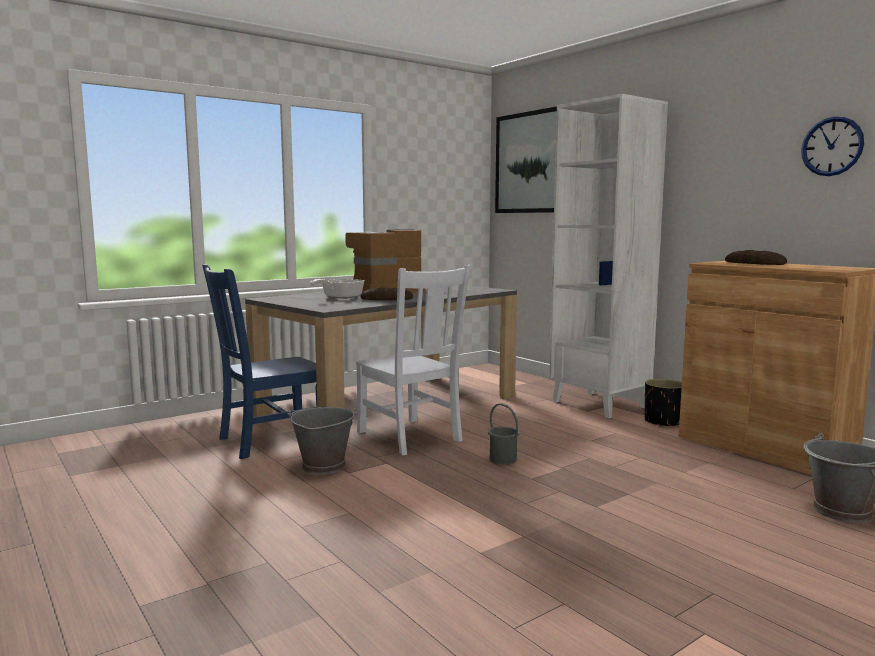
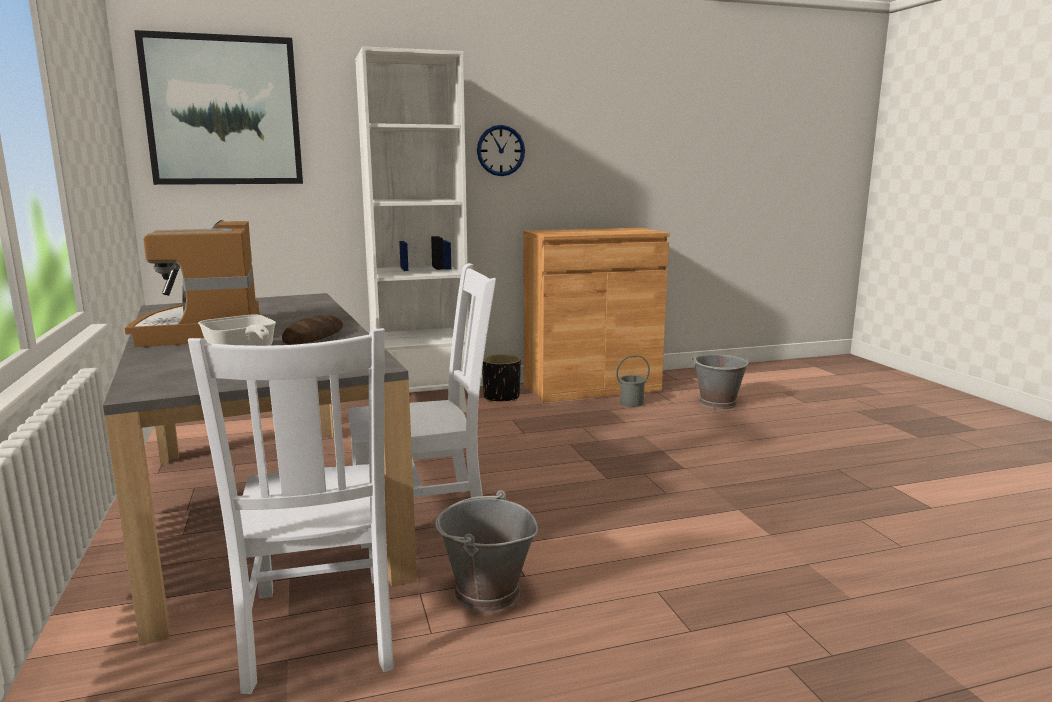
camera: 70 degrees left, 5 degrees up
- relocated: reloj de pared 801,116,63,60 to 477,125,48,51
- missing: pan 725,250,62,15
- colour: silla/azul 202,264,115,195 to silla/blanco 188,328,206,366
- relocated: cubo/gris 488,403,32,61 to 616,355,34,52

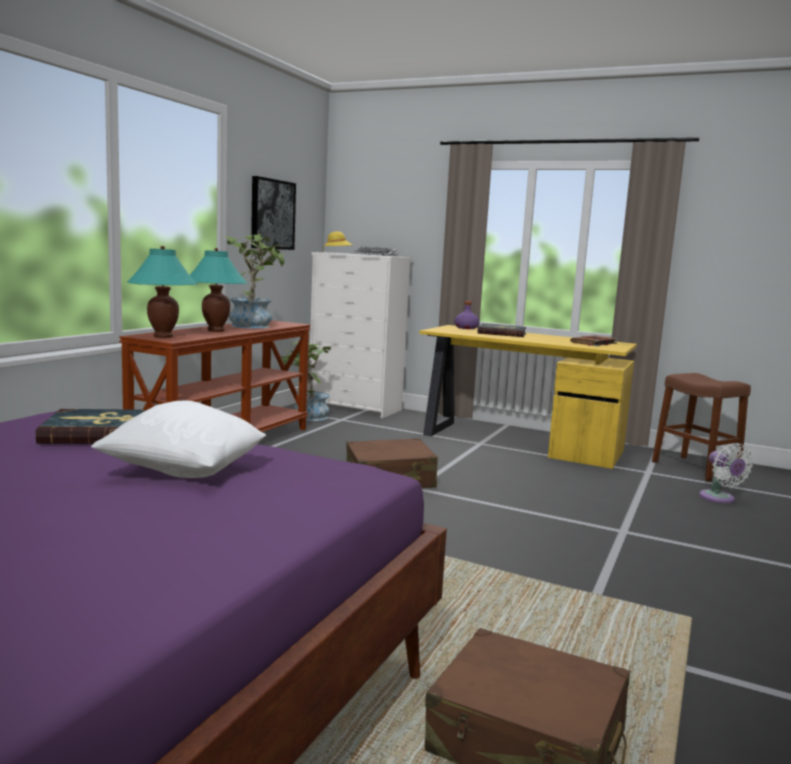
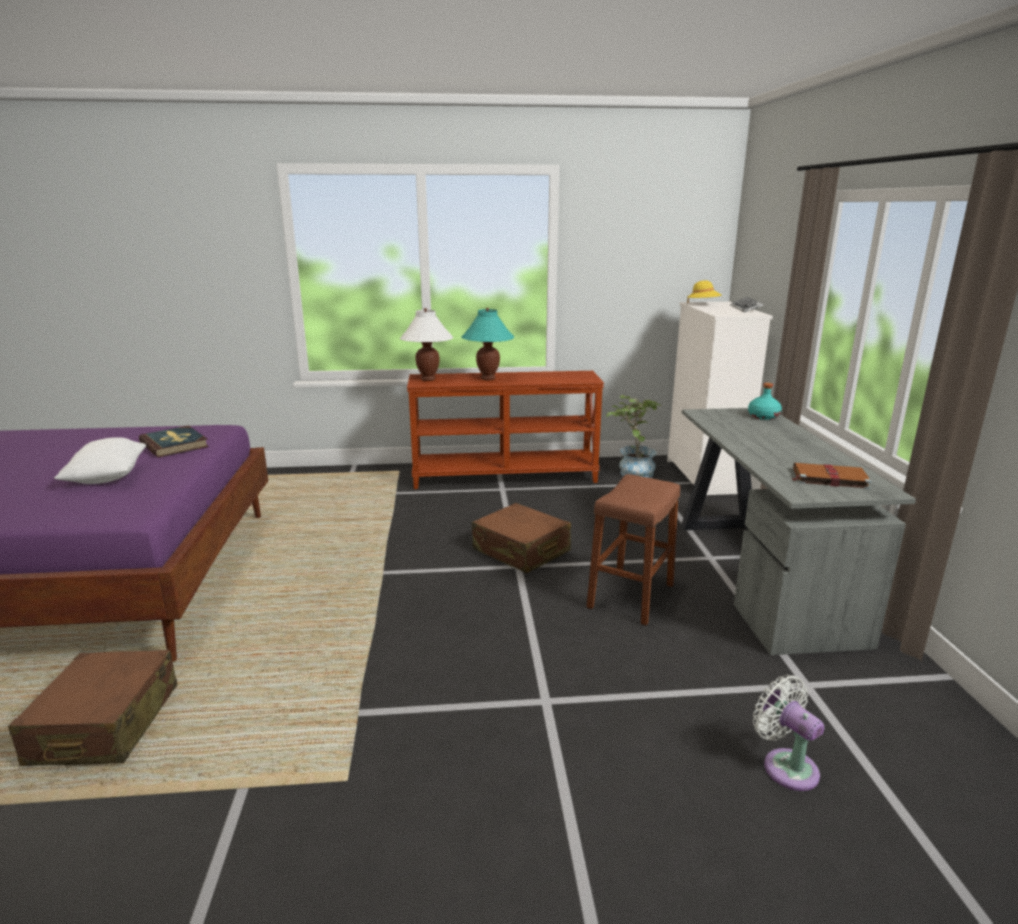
camera: 60 degrees right, 10 degrees up
- missing: cuadro 251,176,45,74
- missing: planta en maceta 224,234,61,95
- colour: lámpara de mesa/turquesa 127,246,71,92 to lámpara de mesa/blanco 400,308,53,73
- colour: botella/morado 454,301,26,28 to botella/turquesa 748,383,34,37
- missing: libro 477,324,50,13
- colour: escritorio/amarillo 419,325,218,144 to escritorio/gris 681,408,235,247
- relocated: taburete/marrón 652,373,99,109 to 586,474,94,152
- spun: ventilador/blanco 699,443,54,60 = 753,675,71,116 105 degrees clockwise

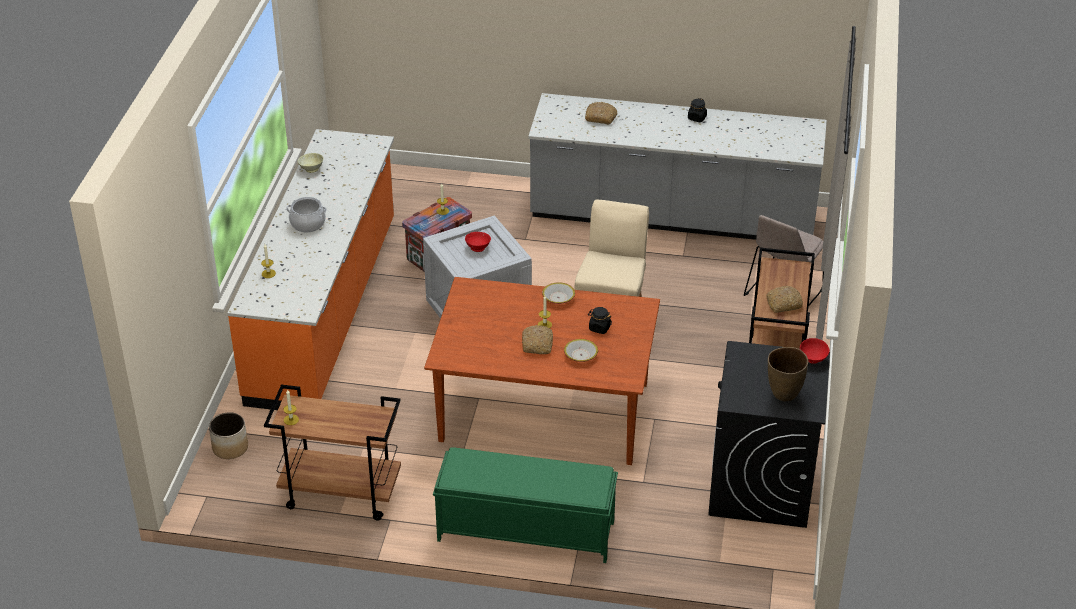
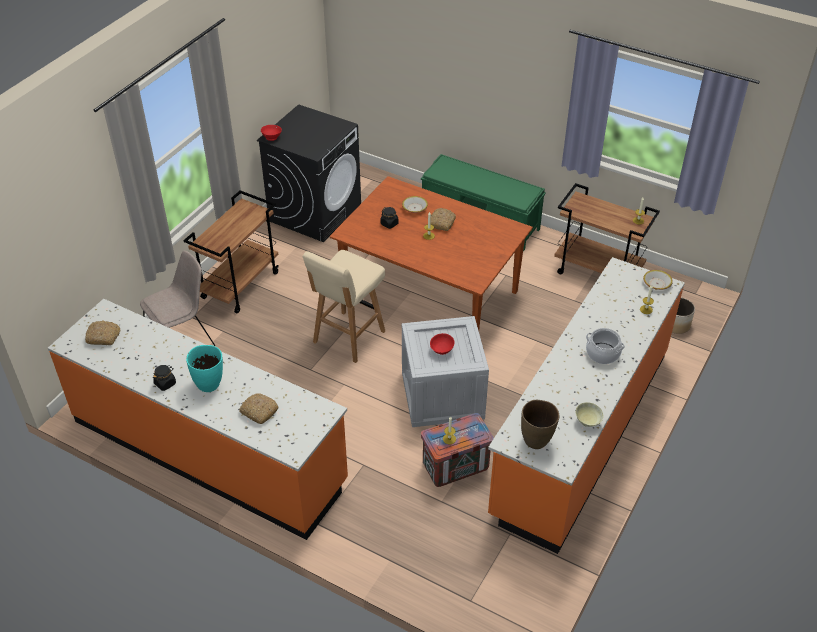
camera: 160 degrees left, 5 degrees up
- colour: mueble bajo de cocina/gris 528,93,299,147 to mueble bajo de cocina/naranja 48,299,300,241
- relocated: cuenco 542,282,33,22 to 643,270,30,20
- relocated: pan 766,286,37,27 to 85,321,35,24
- relocated: florero/marrón 768,347,40,54 to 521,400,38,49
- appeared: florero/turquesa 186,345,37,47

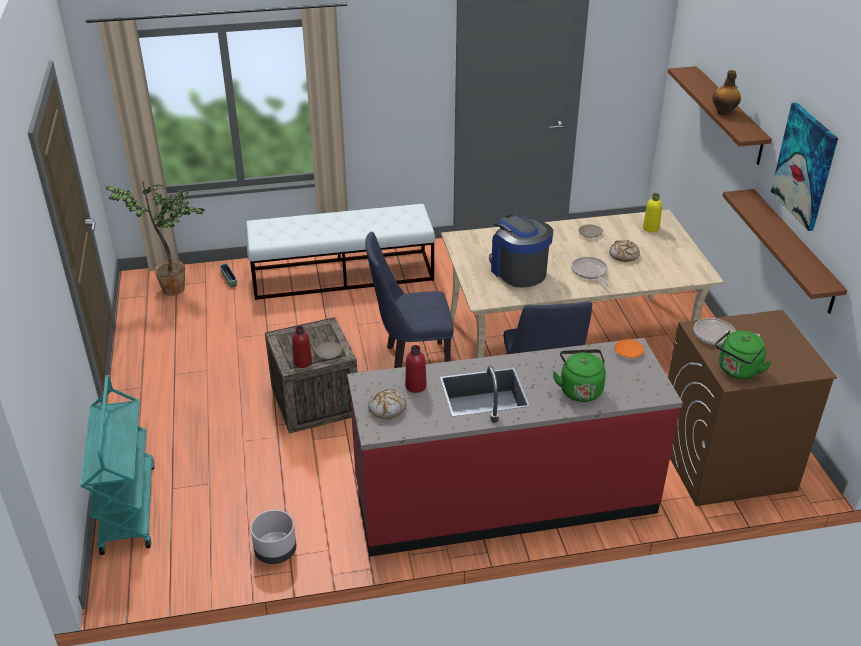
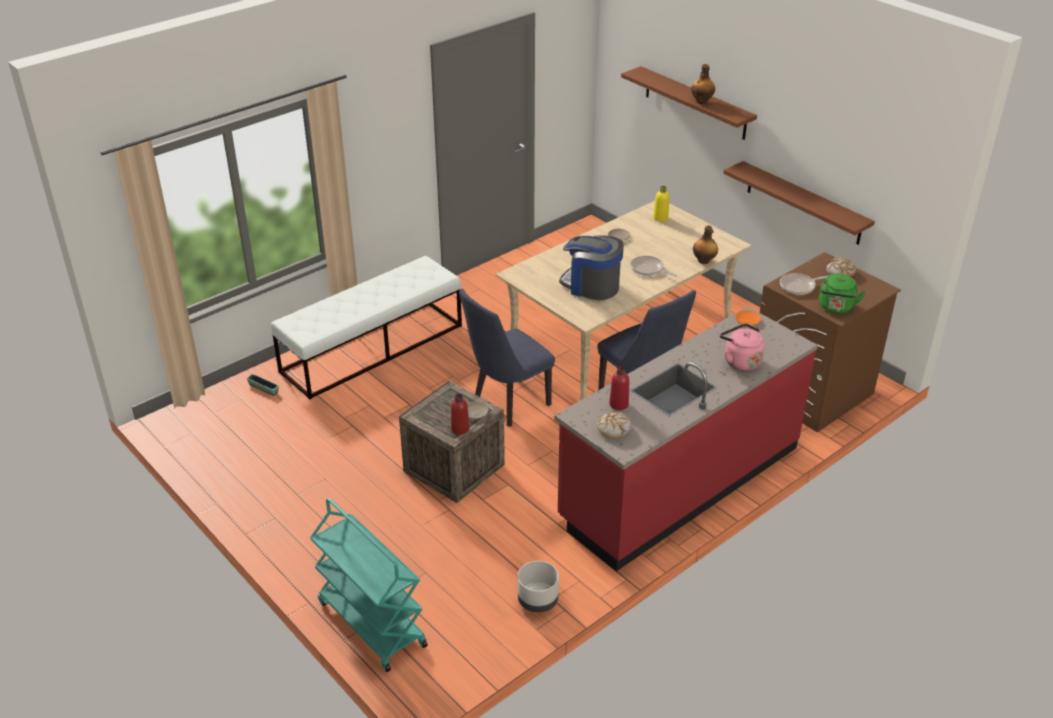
camera: 30 degrees left, 0 degrees up
- missing: cuadro 771,103,67,128
- missing: planta en maceta 106,181,99,115
- relocated: pan 609,240,31,22 to 826,257,30,20
- colour: hervidor/verde 553,349,53,53 to hervidor/rosa 720,323,45,48
- appeared: botella 693,225,25,39

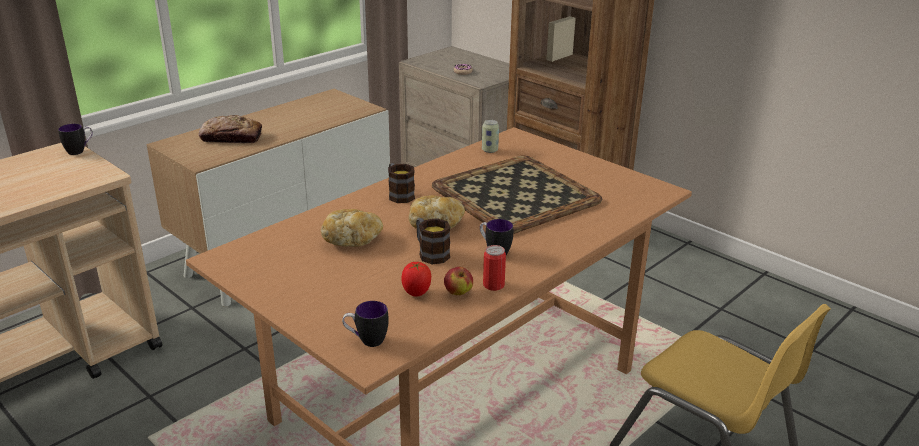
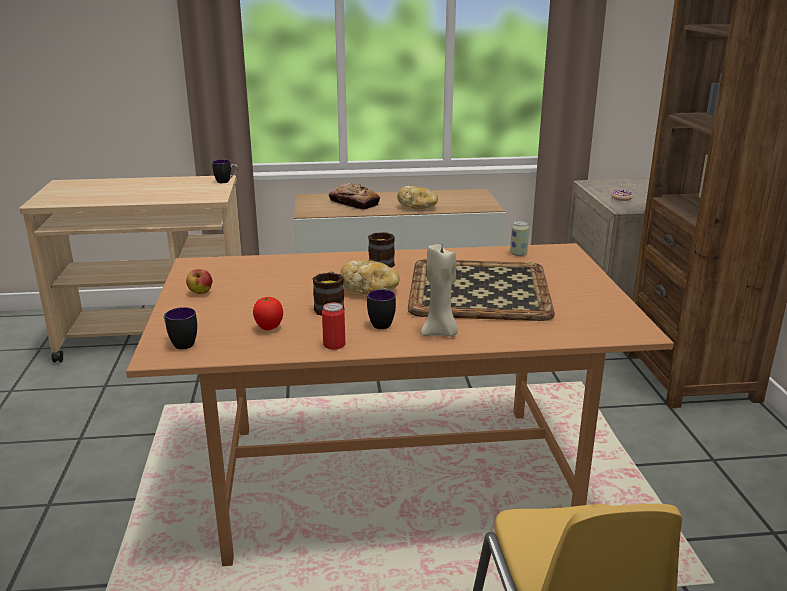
camera: 40 degrees right, 5 degrees down
- relocated: pan 321,209,62,38 to 397,186,41,23
- relocated: manzana 444,267,29,28 to 186,269,26,25
- appeared: vela/beis 421,244,37,93

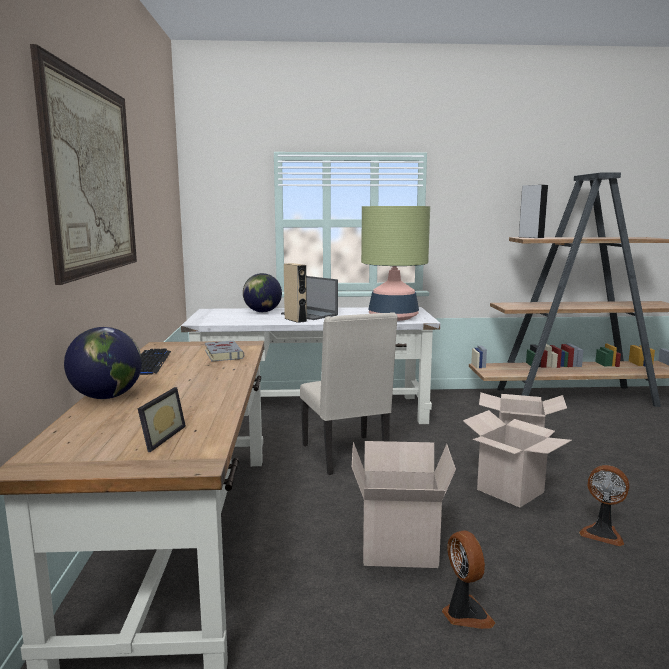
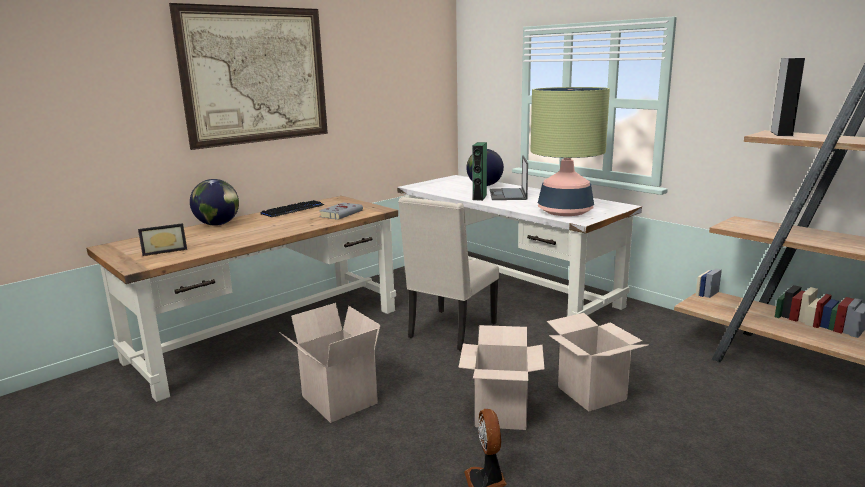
camera: 50 degrees right, 5 degrees up
- colour: altavoz/beis 284,263,23,60 to altavoz/verde 472,142,15,59
- missing: ventilador 442,530,53,99

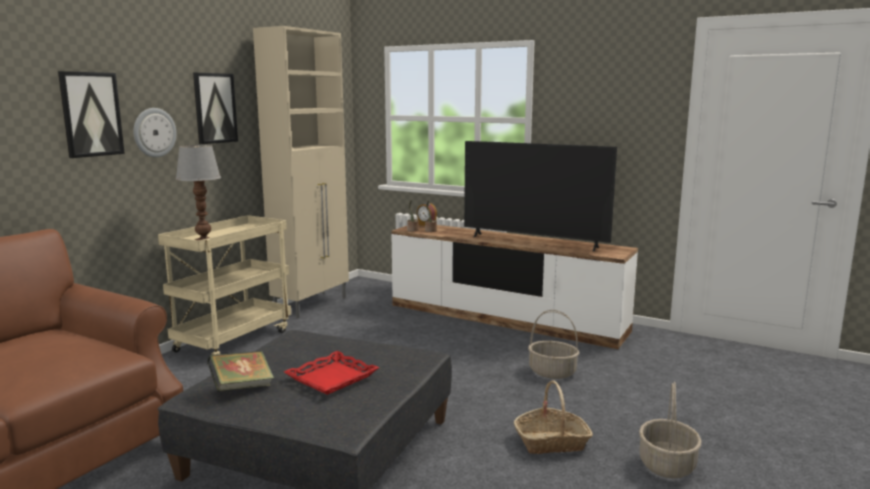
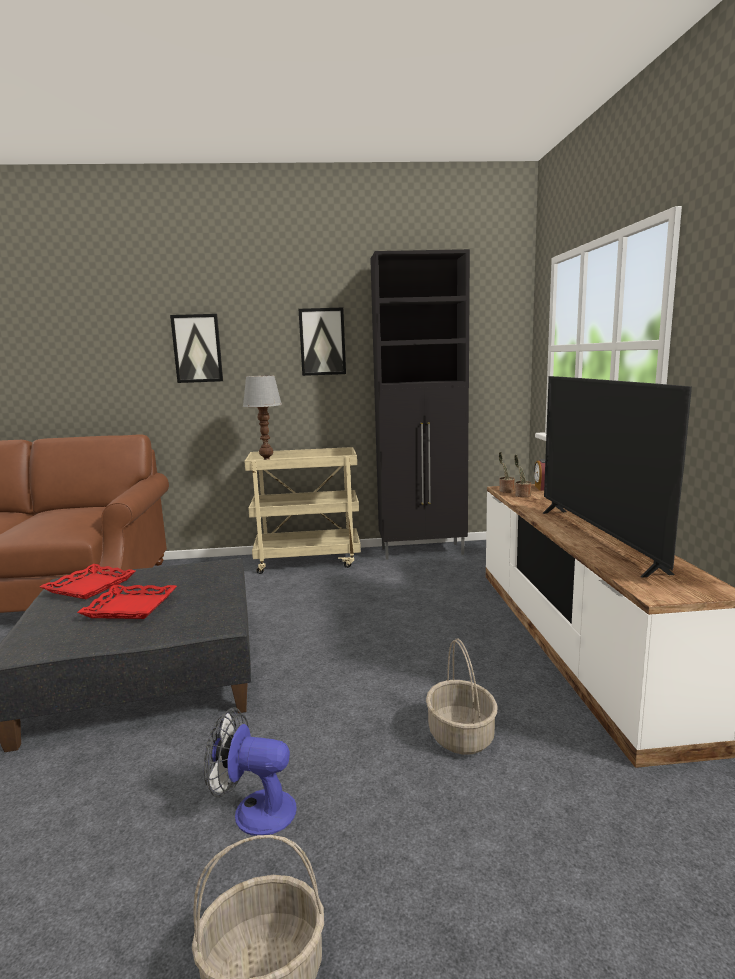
camera: 55 degrees right, 0 degrees up
- colour: armario/beis 253,26,96,292 to armario/negro 370,249,100,311
- missing: reloj de pared 134,108,43,49
- exchanged: libro 207,351,67,40 to bandeja/rojo 40,564,95,35
- exchanged: cesta 514,380,79,74 to ventilador 204,707,93,129

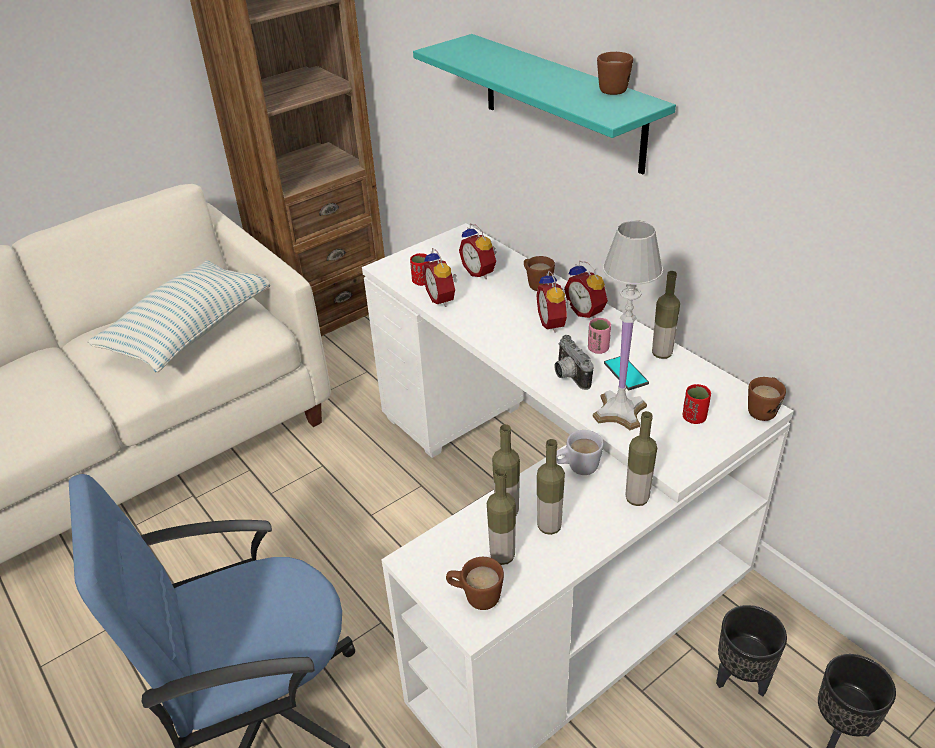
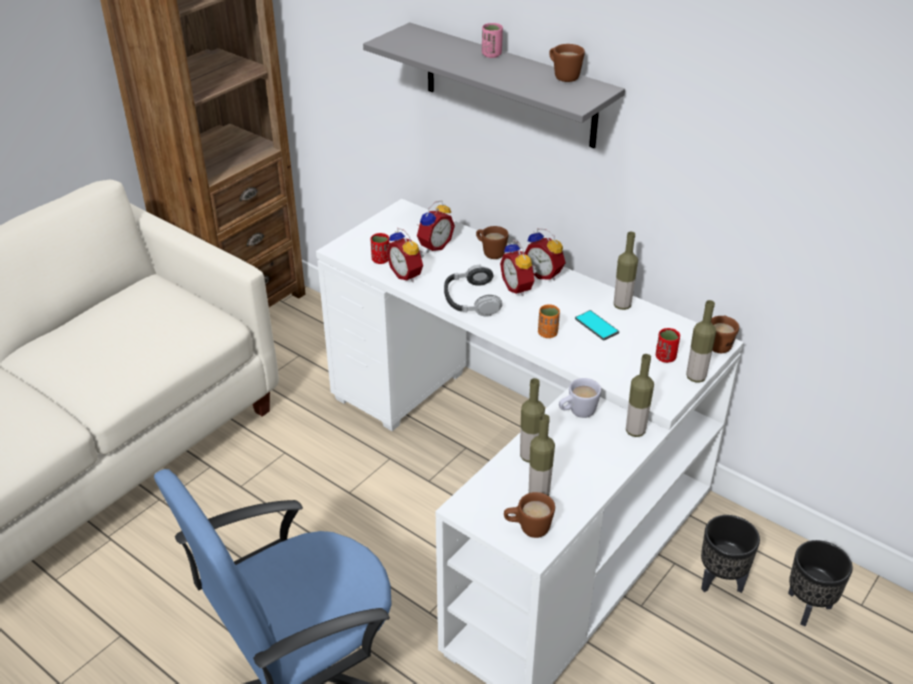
camera: 15 degrees left, 0 degrees up
- colour: estante/turquesa 413,34,263,140 to estante/gris 363,22,262,126
- missing: lámpara de mesa/blanco 593,220,70,210
- spun: despertador 459,224,38,55 = 417,200,38,53 90 degrees counterclockwise
- missing: cojín 88,260,182,112
- relocated: taza/rosa 588,318,23,36 to 482,23,21,35
- exchanged: cámara 554,335,40,55 to taza/naranja 538,304,22,34
- relocated: botella 537,439,28,96 to 686,300,30,83
- appeared: auriculares 444,265,59,52

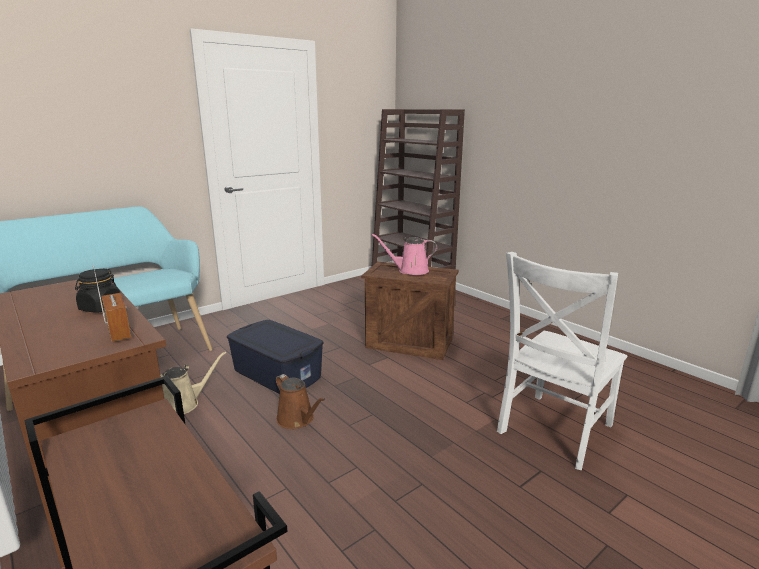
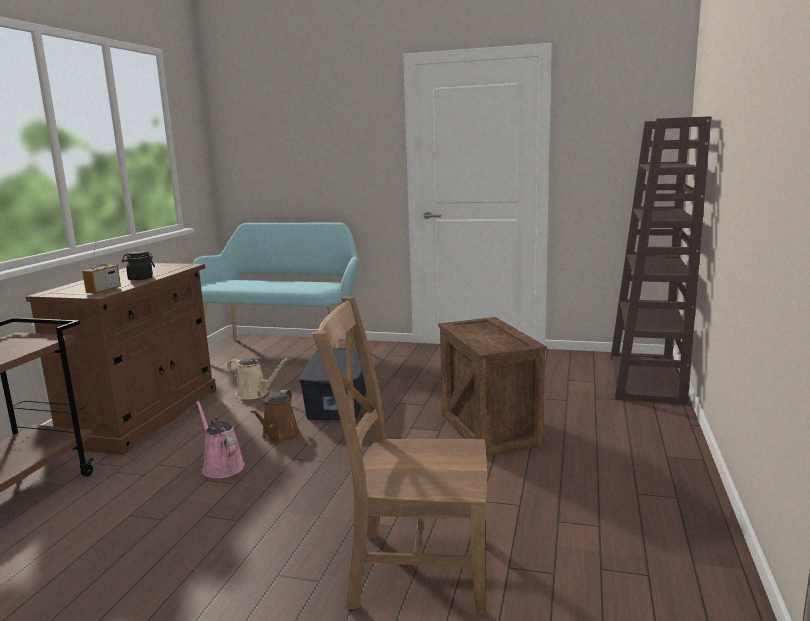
camera: 55 degrees right, 5 degrees down
- relocated: regadera/rosa 372,234,65,41 to 196,401,49,77
- colour: silla/blanco 497,252,131,218 to silla/marrón 312,296,175,319

